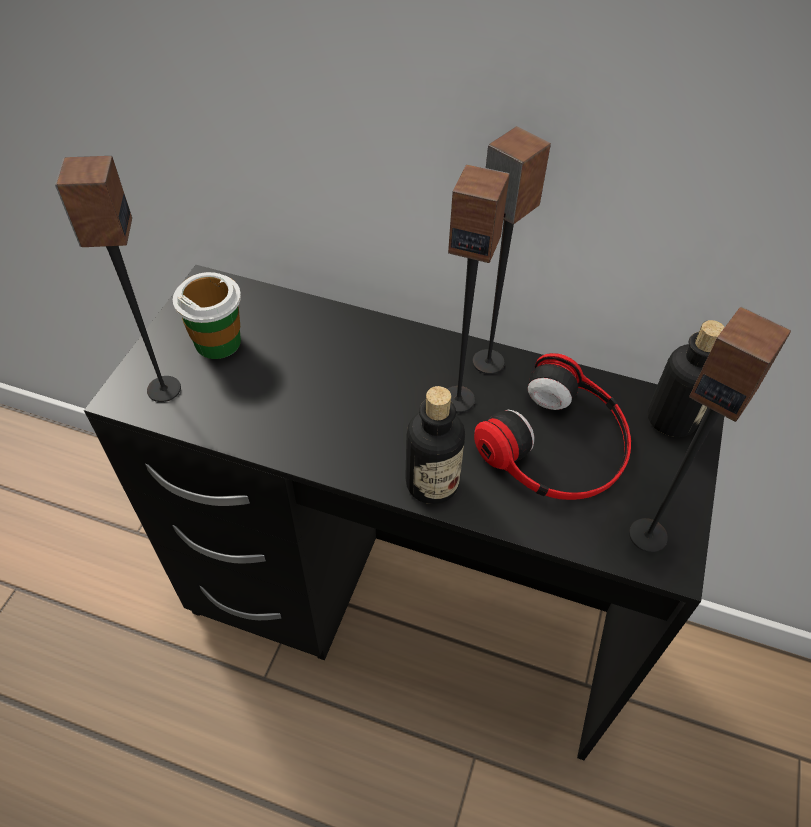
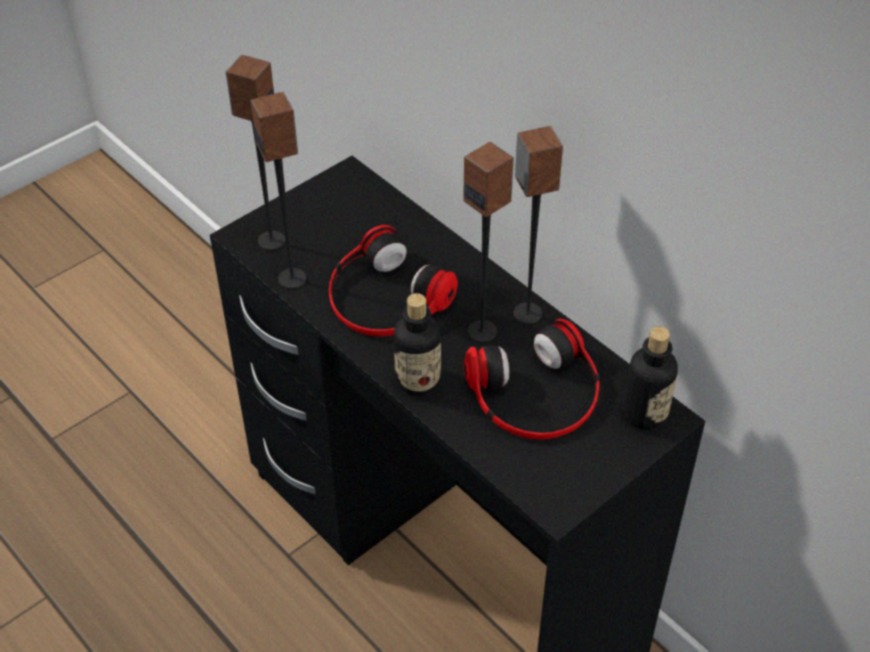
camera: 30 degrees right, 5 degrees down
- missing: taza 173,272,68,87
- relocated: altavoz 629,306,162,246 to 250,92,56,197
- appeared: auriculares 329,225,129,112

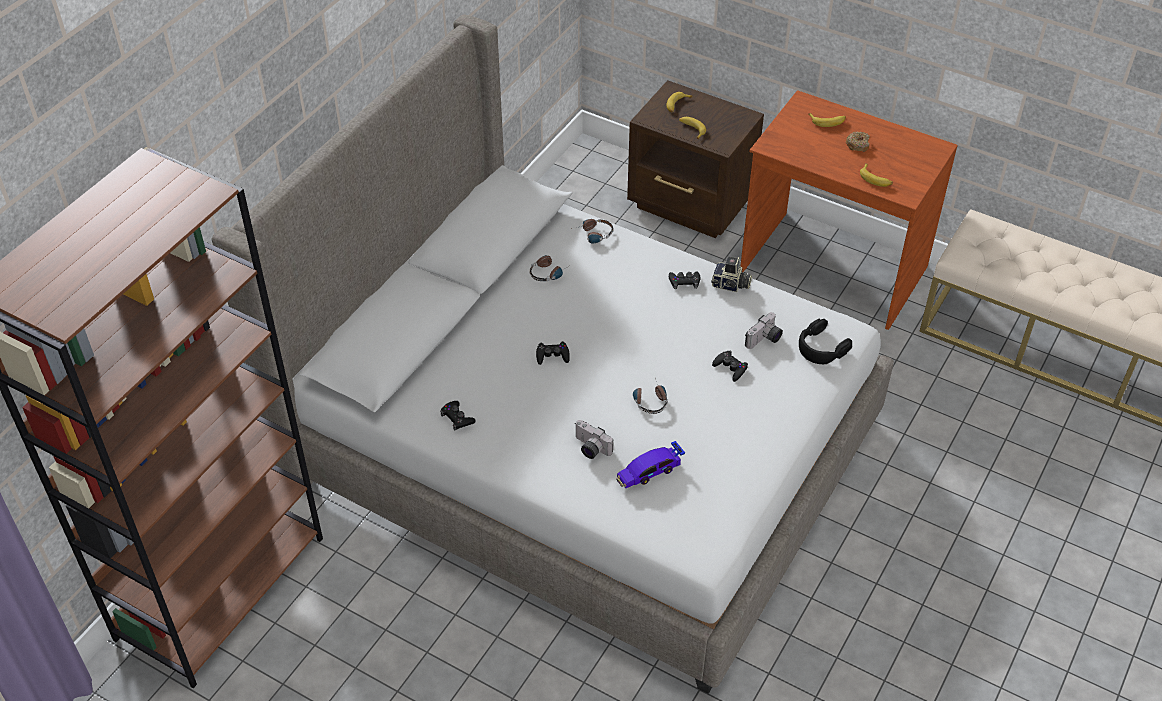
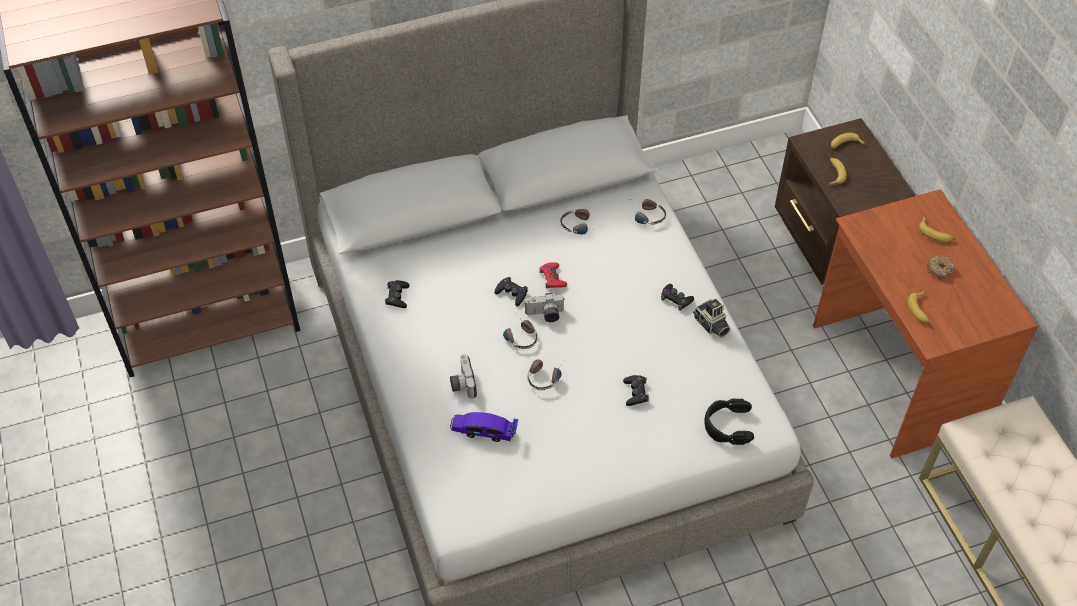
camera: 40 degrees right, 5 degrees up
- relocated: cámara 745,312,38,37 to 524,293,41,29
- appeared: mando de consola/rojo 539,262,28,27
- appeared: auriculares 503,315,34,34

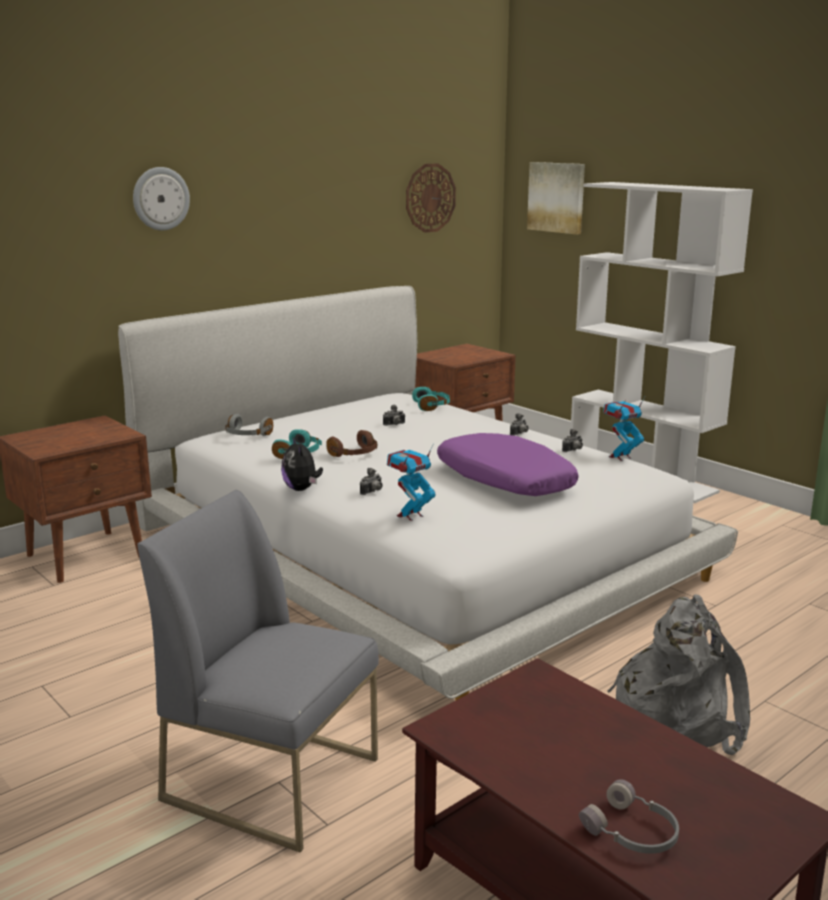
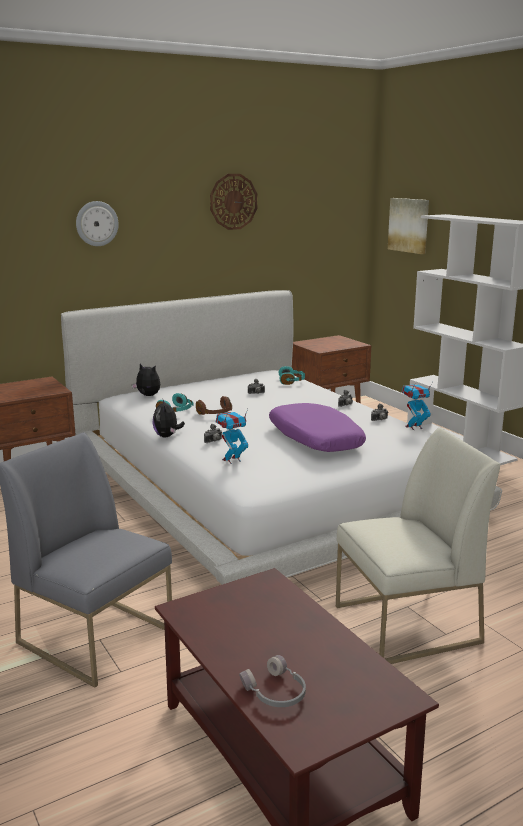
camera: 10 degrees right, 0 degrees up
- relocated: reloj de pared 406,163,50,70 to 210,174,47,56
- exchanged: auriculares/gris 226,414,47,22 to peluche 132,364,28,32
- exchanged: mochila/gris 608,595,142,160 to silla/blanco 336,427,165,237

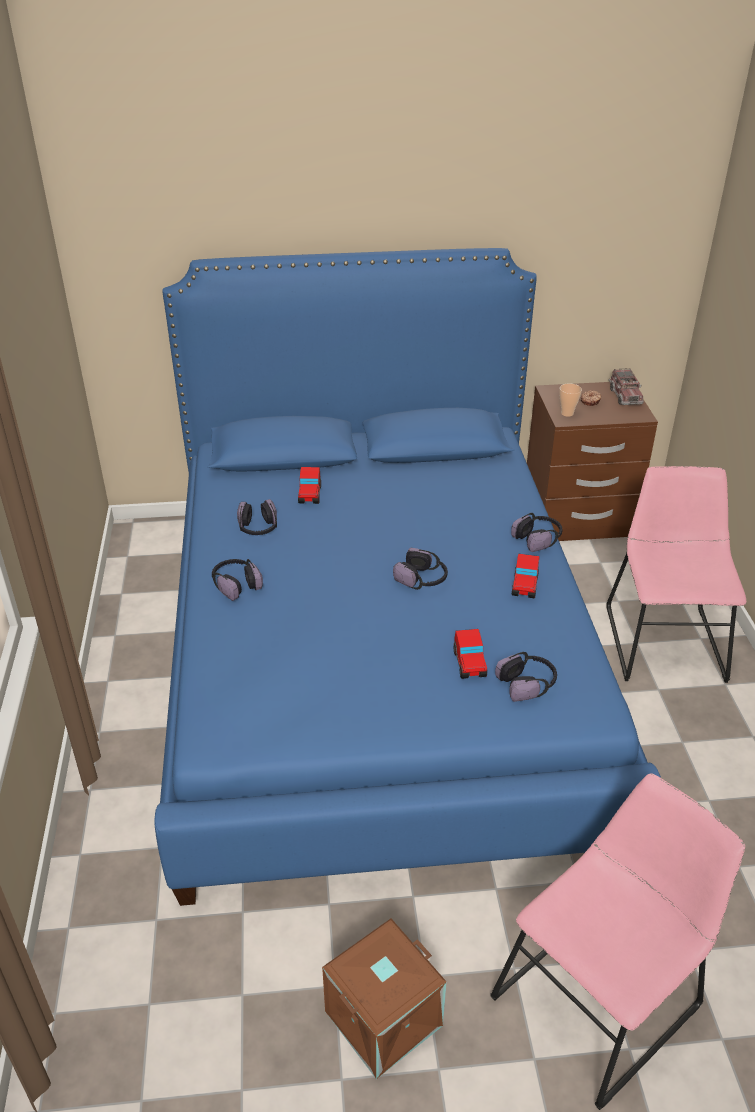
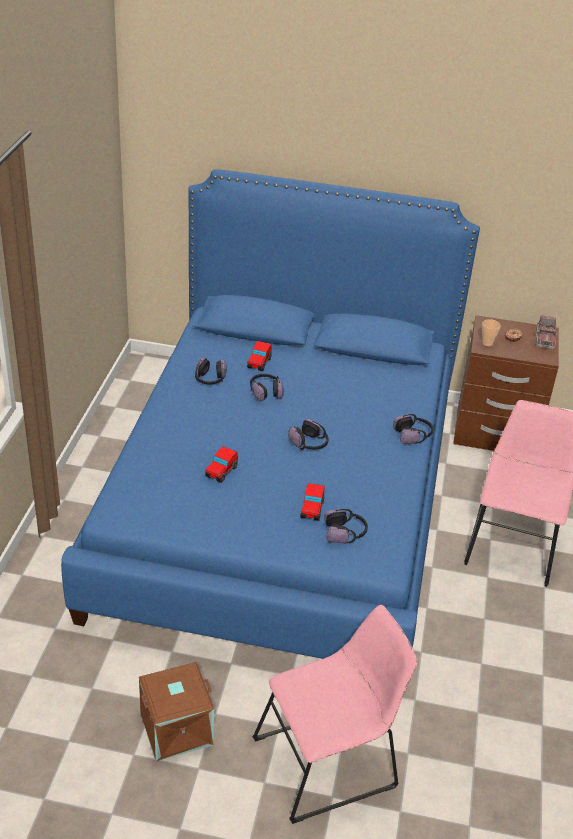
camera: 15 degrees right, 0 degrees up
- relocated: coche de juguete 512,554,28,44 to 205,446,33,37
- relocated: auriculares 212,559,51,42 to 250,374,34,28

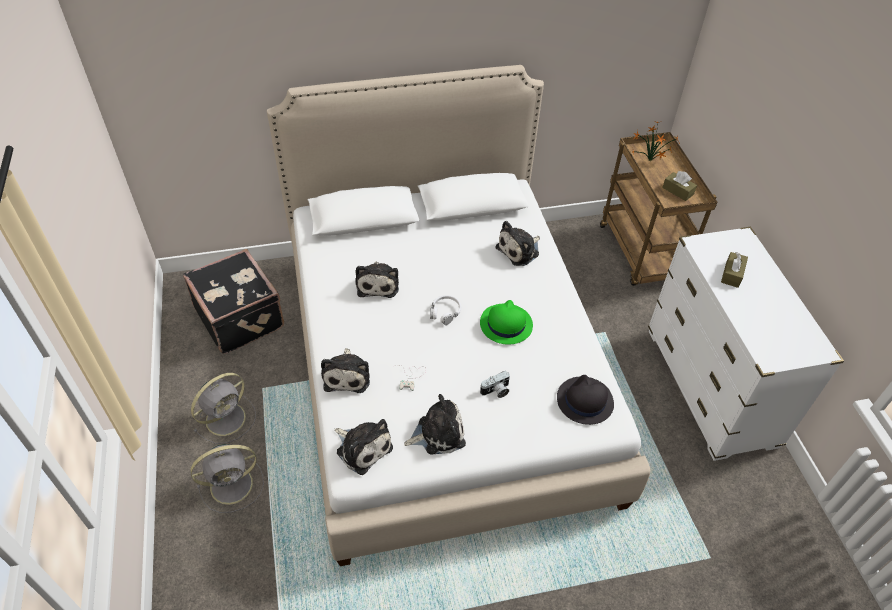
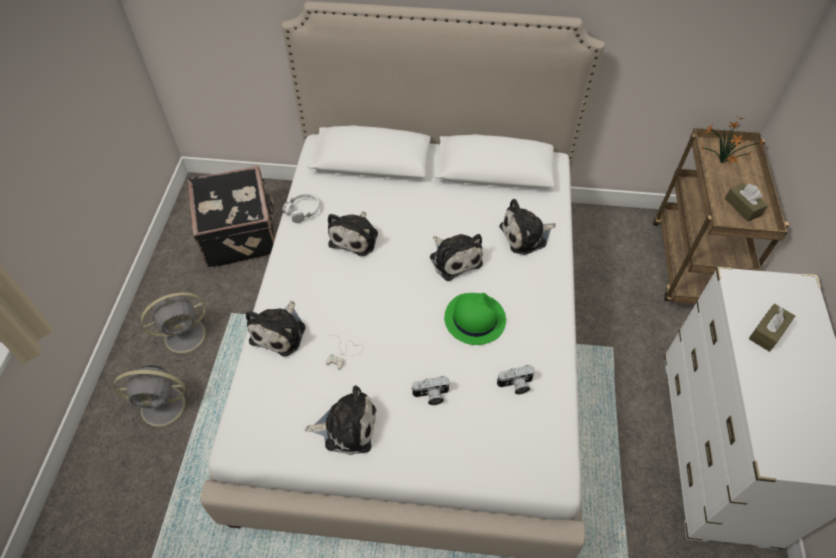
camera: 20 degrees right, 5 degrees up
- relocated: auriculares/blanco 430,295,31,30 to 282,193,38,30
- missing: sombrero/negro 557,375,57,50
- relocated: peluche 334,419,59,56 to 430,234,53,47
- appeared: cámara 497,365,38,30

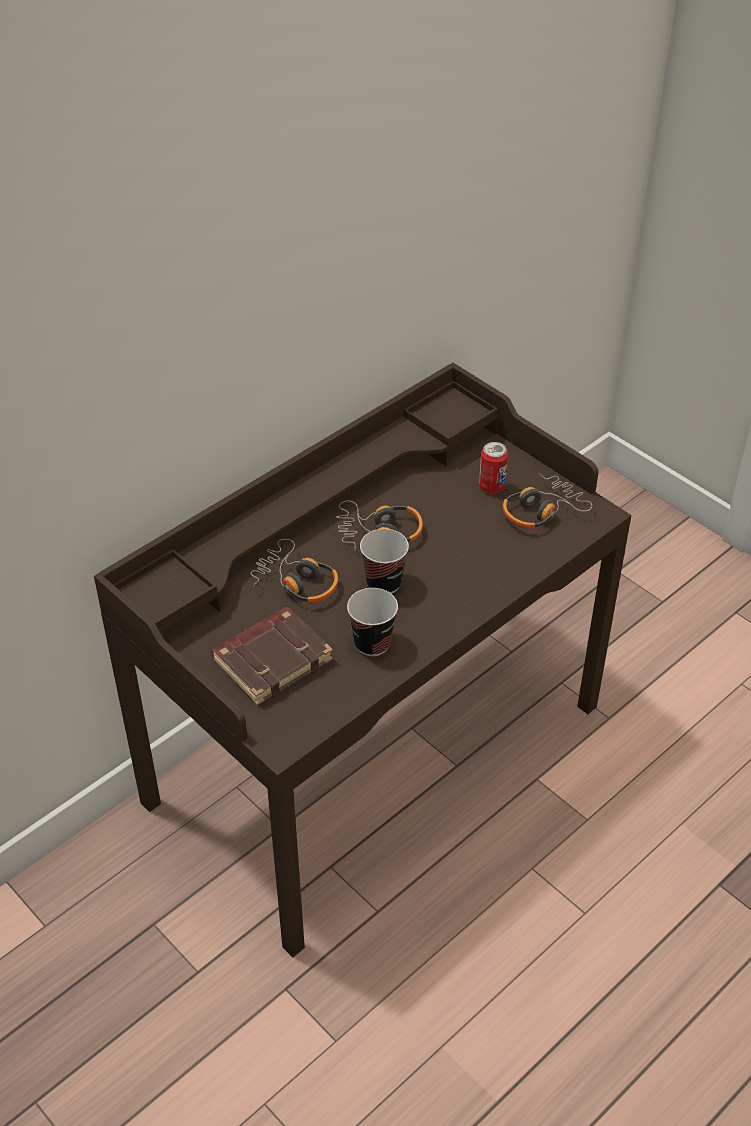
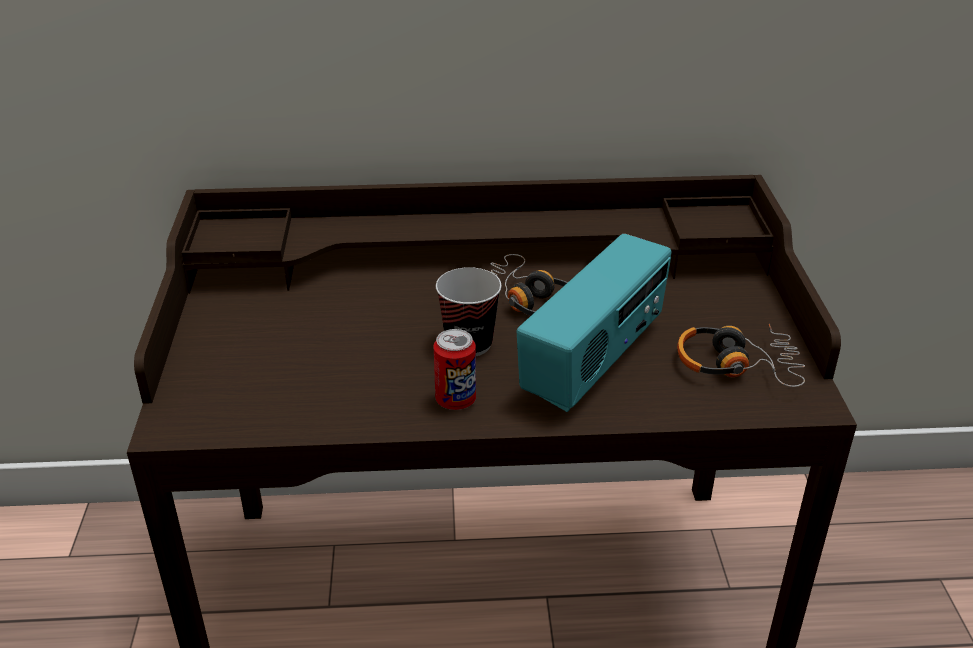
camera: 40 degrees right, 10 degrees down
- relocated: lata 479,442,29,51 to 433,329,43,81
- missing: auriculares 250,539,88,64
- missing: taza 347,588,51,68
- missing: libro/marrón 212,607,121,98
- appeared: radio 517,234,155,178

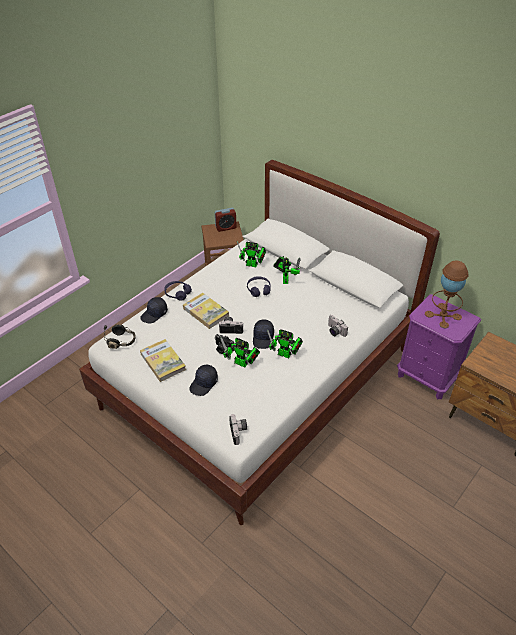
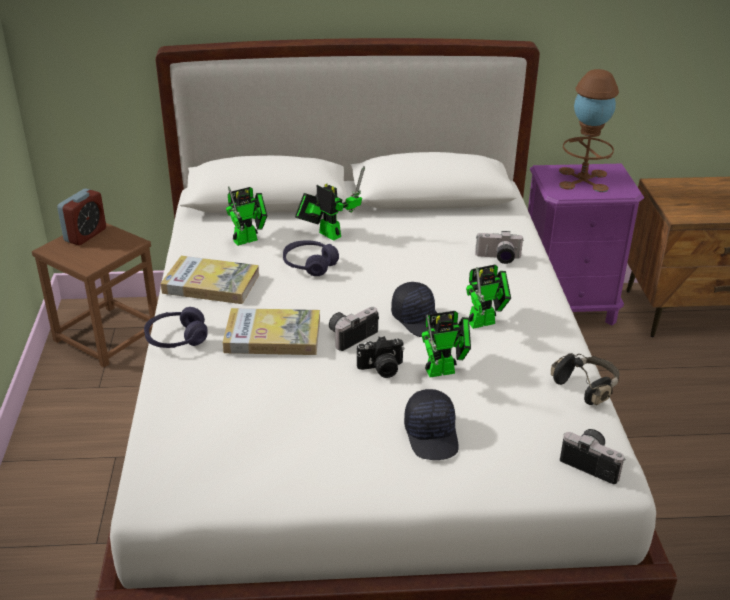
camera: 45 degrees left, 10 degrees down
- missing: gorra/negro 140,297,28,27
- relocated: auriculares/negro 104,324,32,25 to 551,353,68,52
- relocated: libro 140,339,46,43 to 161,256,98,48

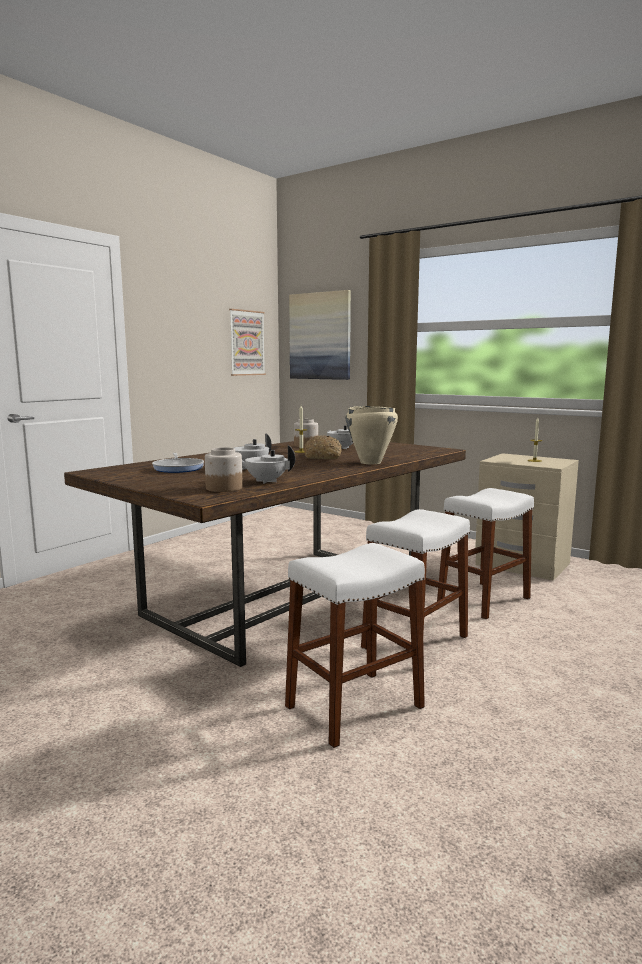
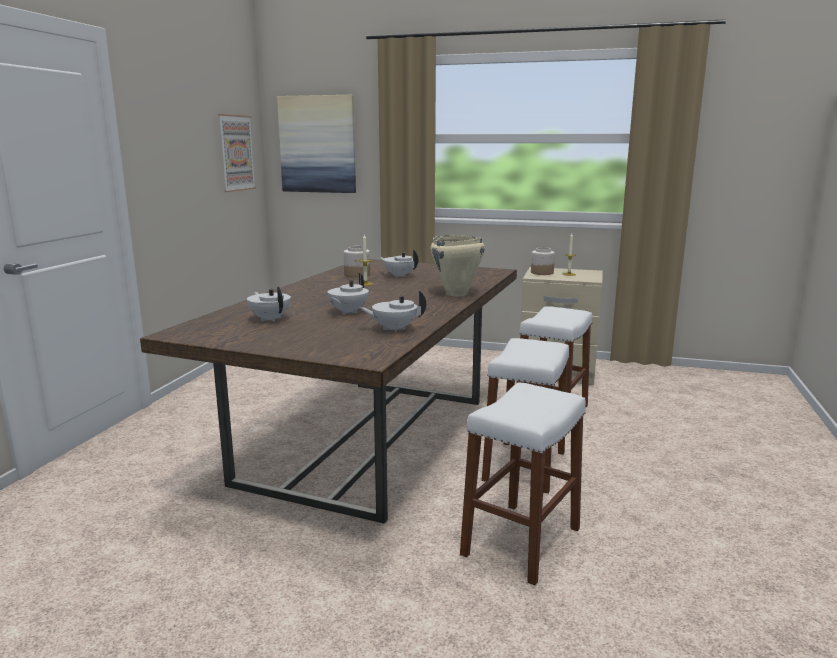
camera: 20 degrees left, 5 degrees up
- missing: pan 304,435,38,24
- relocated: tarro 205,447,38,45 to 531,247,24,28
- exchanged: sartén 152,453,52,20 to tetera/blanco 247,286,44,36

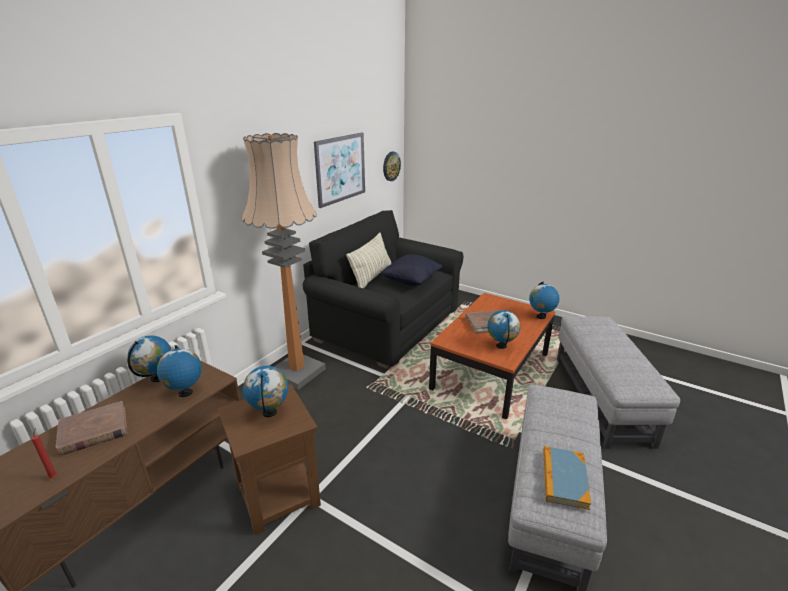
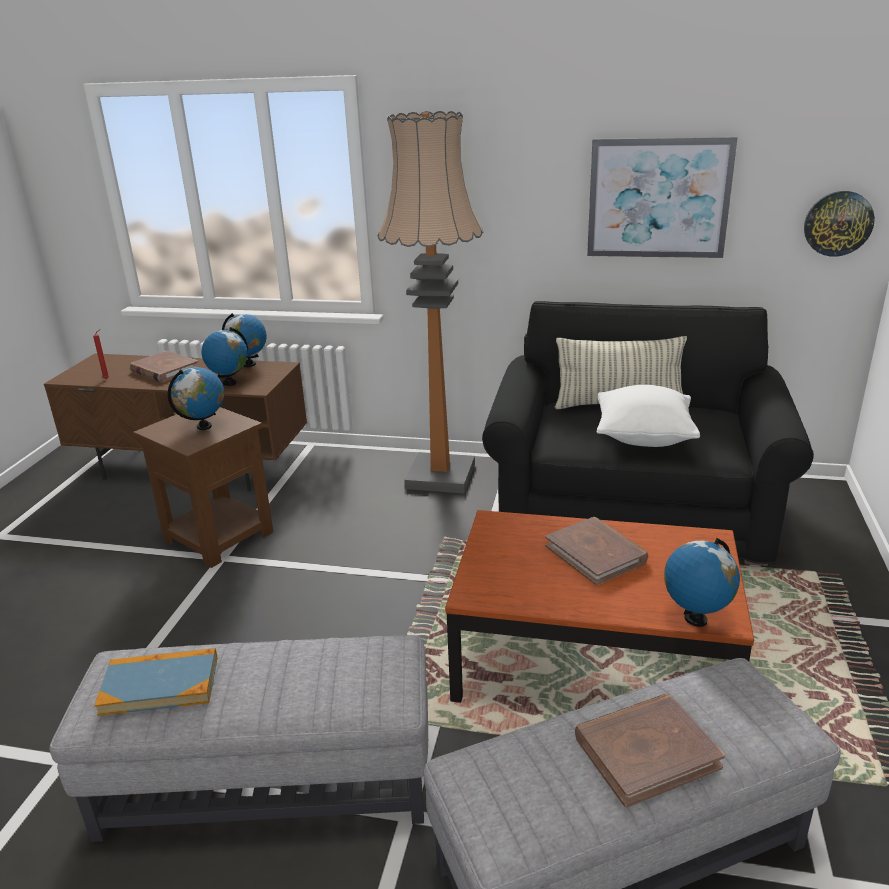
camera: 70 degrees right, 0 degrees up
- colour: cojín/negro 380,254,63,32 to cojín/blanco 597,385,103,62
- missing: globo terráqueo 487,310,34,39
- appeared: libro/marrón 575,694,150,114

